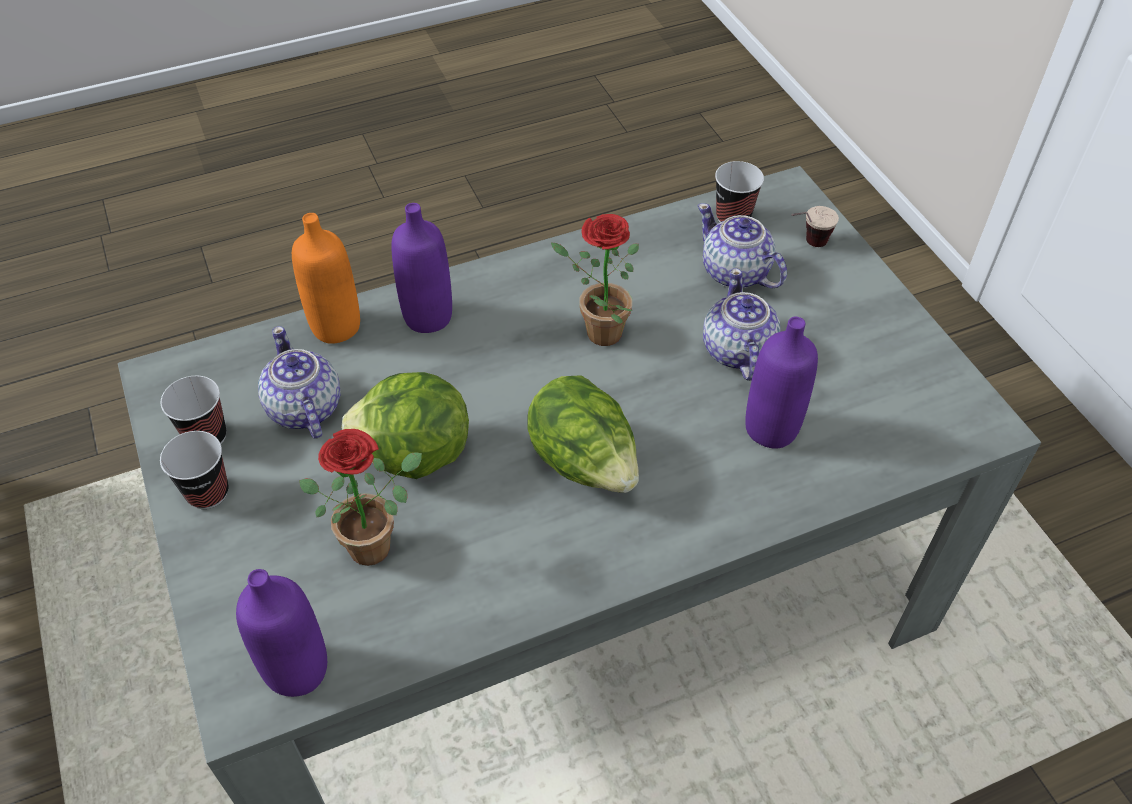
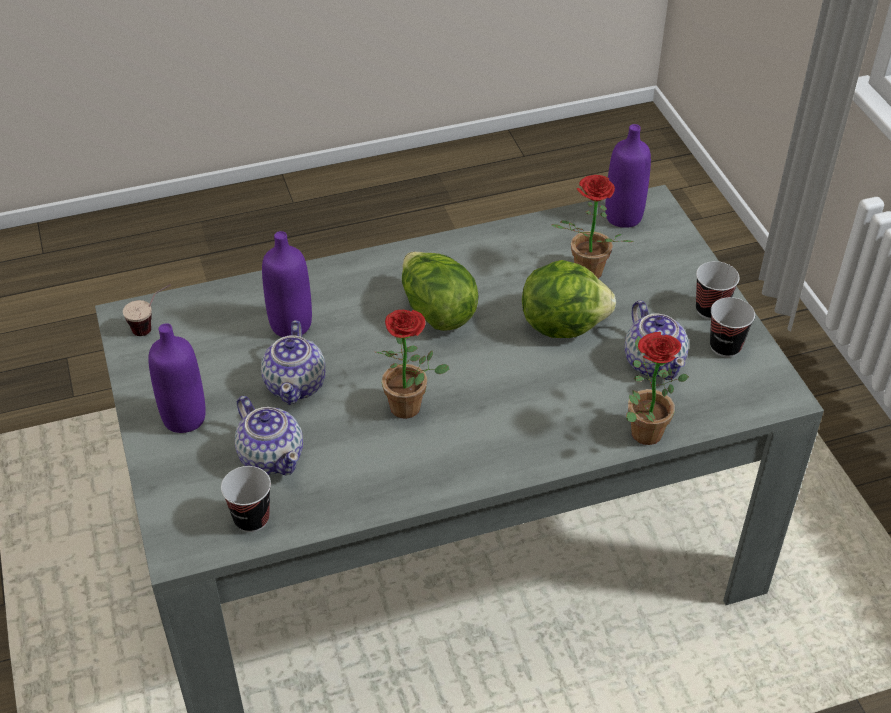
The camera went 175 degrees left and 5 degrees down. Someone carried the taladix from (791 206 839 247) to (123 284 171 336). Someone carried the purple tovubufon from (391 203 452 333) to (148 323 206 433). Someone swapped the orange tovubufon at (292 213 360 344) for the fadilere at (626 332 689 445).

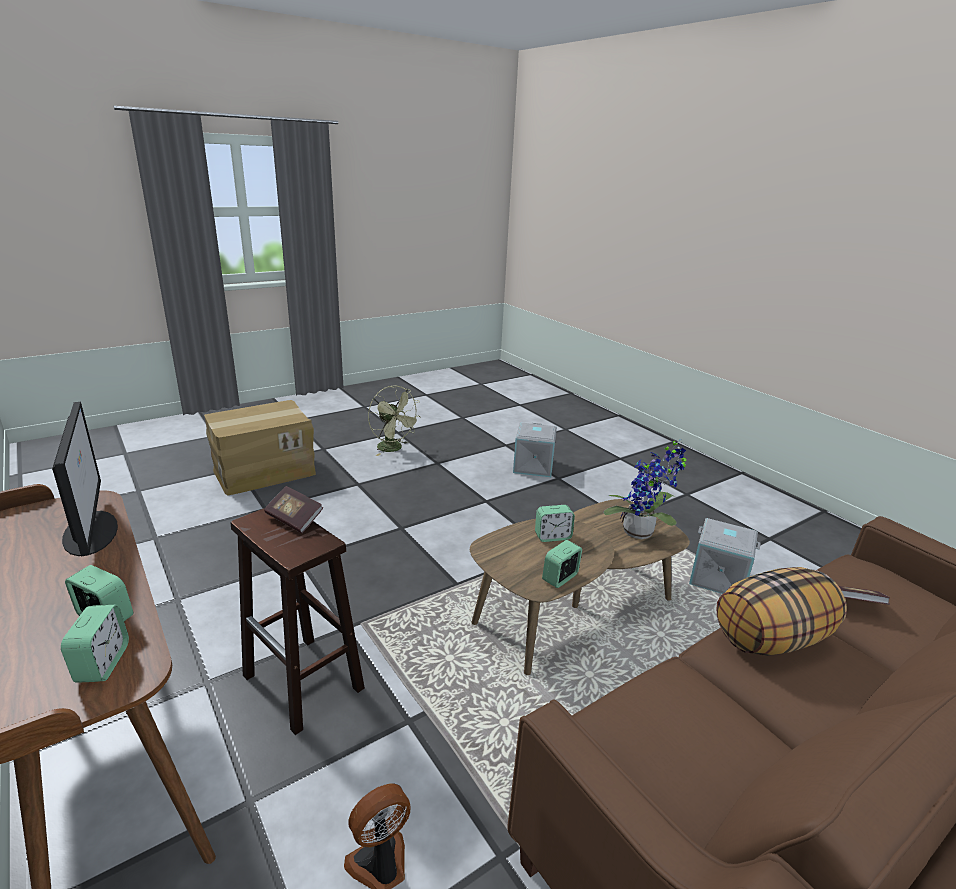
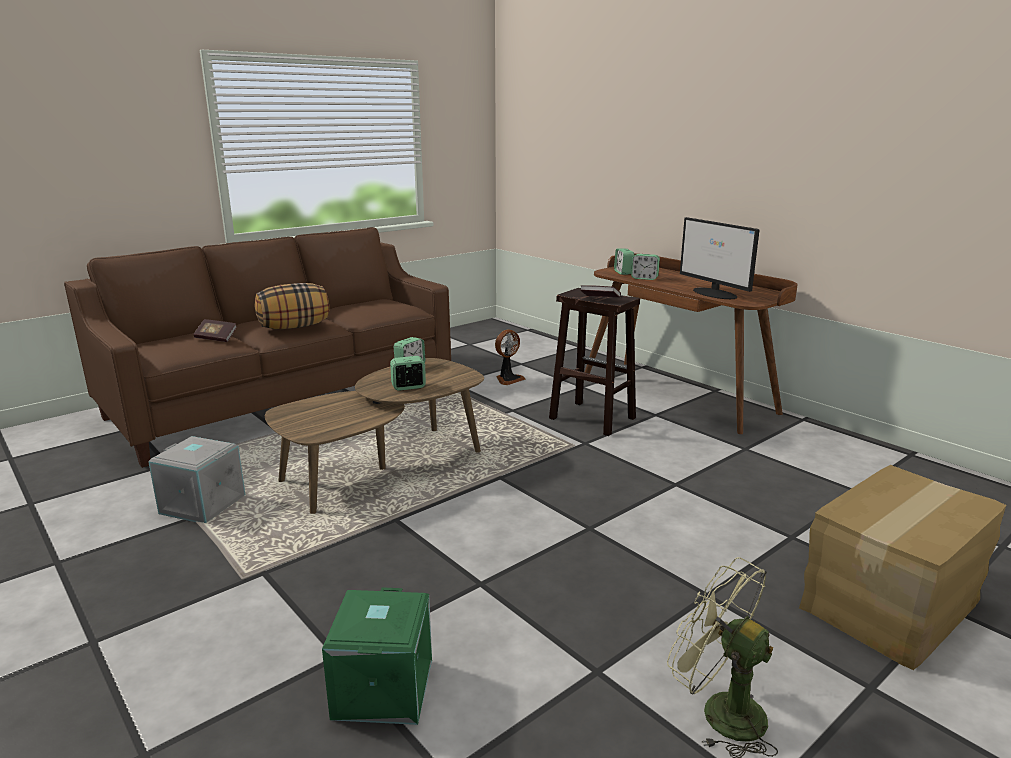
The camera went 175 degrees right and 5 degrees down. Someone repainted the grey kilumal at (513 423 557 477), which became the green kilumal at (322 587 432 725). Someone took away the fadilere at (604 439 686 539).

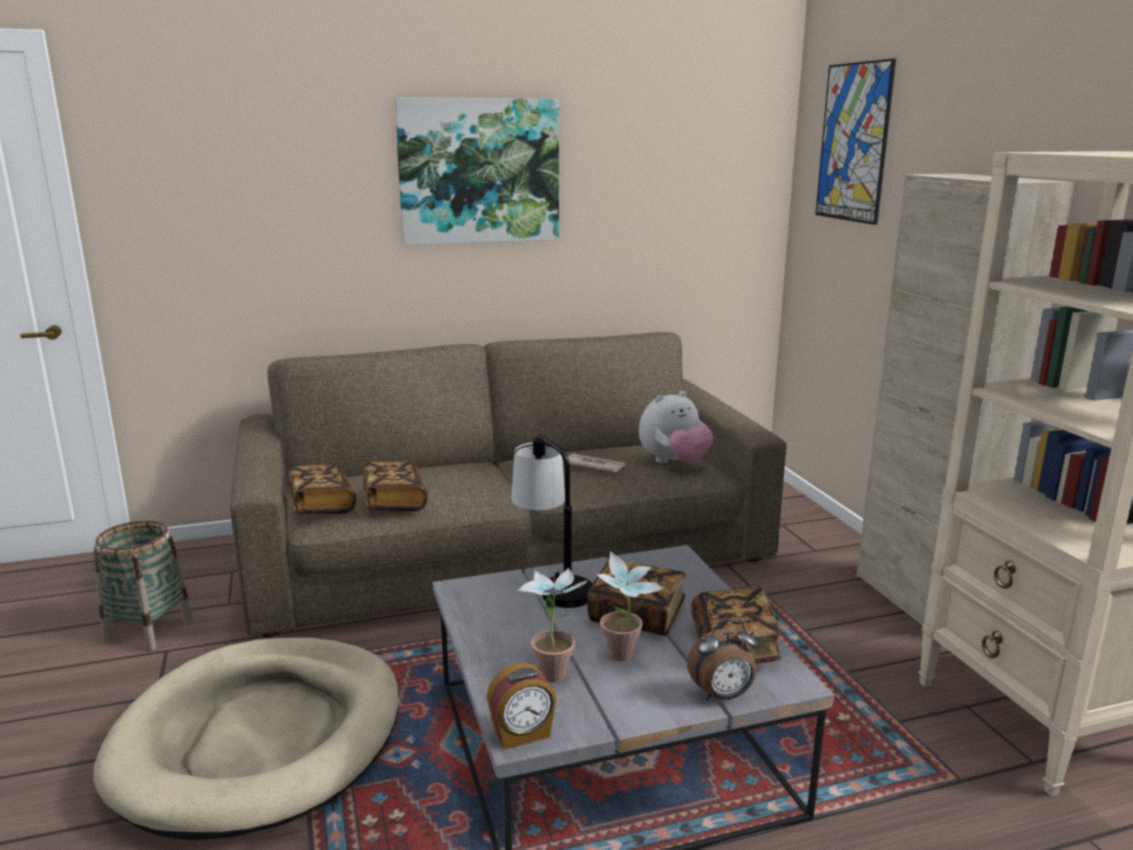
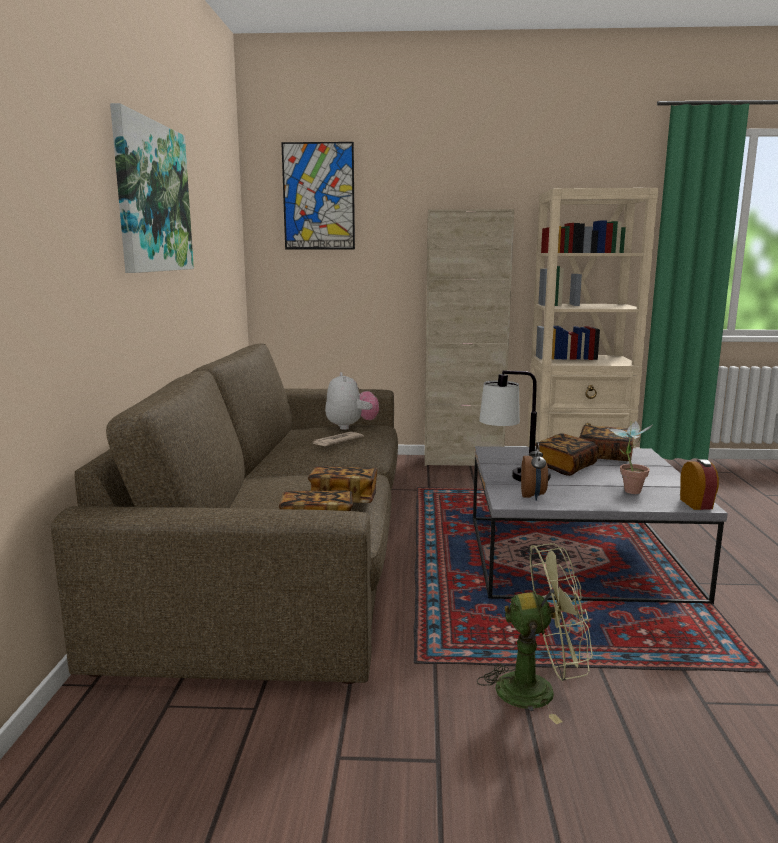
The camera went 70 degrees left and 5 degrees down. Someone swapped the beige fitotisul at (93 638 399 840) for the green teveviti at (477 543 593 724). Someone carried the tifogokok from (687 618 757 700) to (521 442 548 501). Someone took away the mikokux at (94 520 193 651). Someone took away the fadilere at (596 551 665 661).

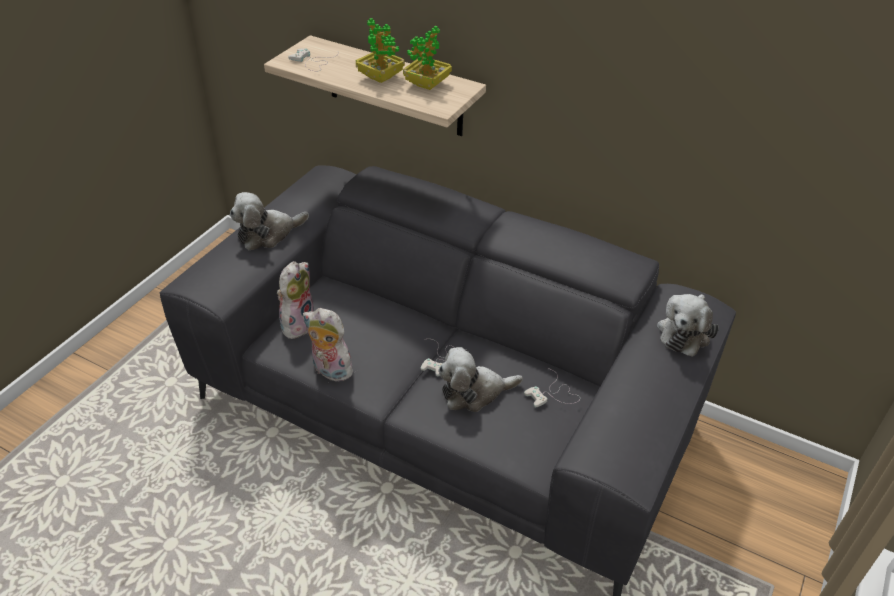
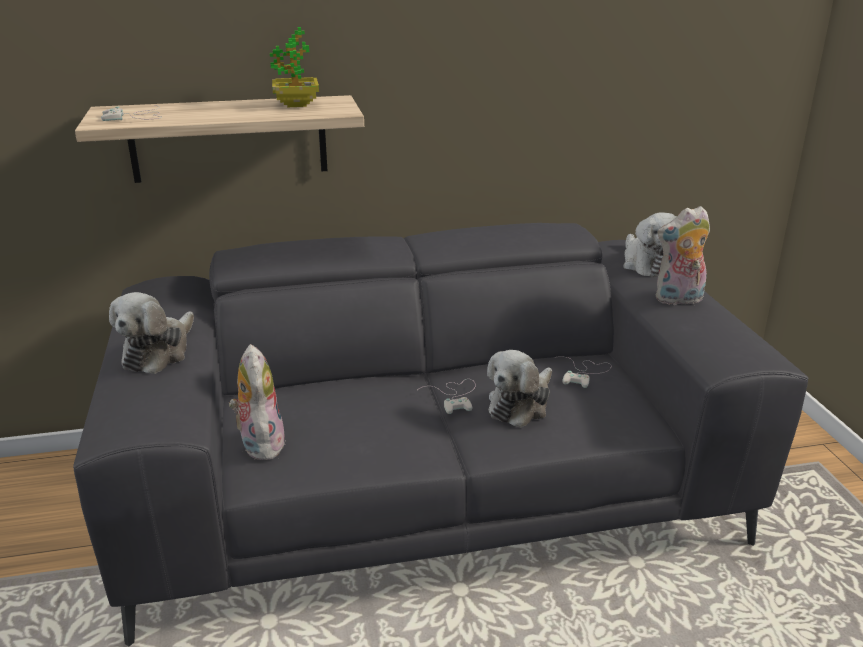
The camera went 40 degrees left and 15 degrees down. Someone carried the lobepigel from (303 308 353 381) to (656 206 710 305). Someone took away the fadilere at (356 18 405 83).

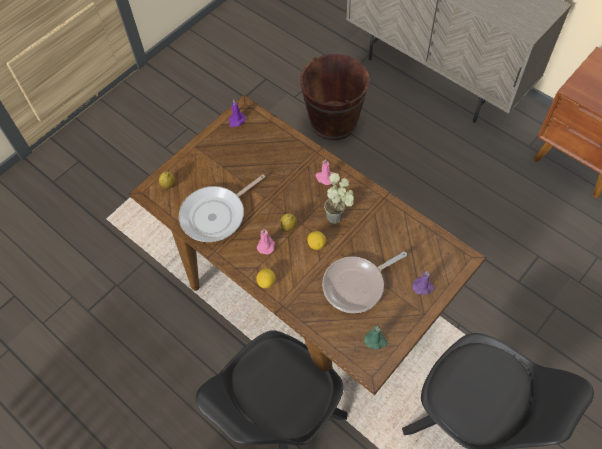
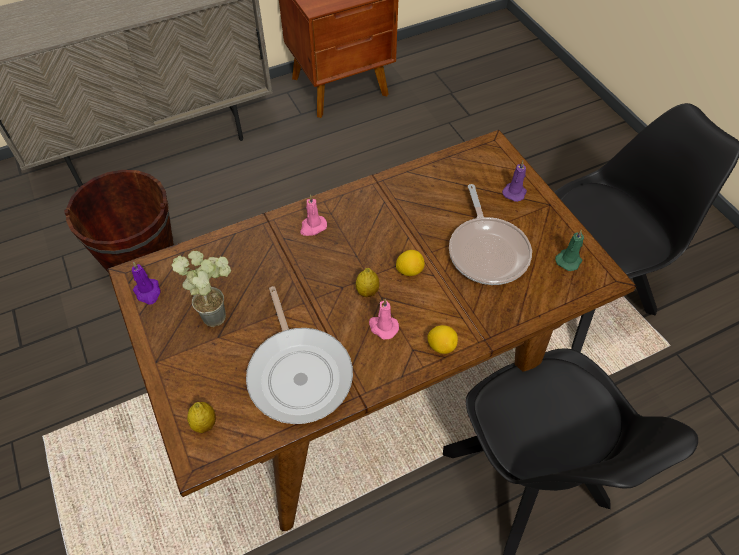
The camera went 70 degrees left and 5 degrees down. Someone carried the fadilere from (324 173 354 224) to (172 251 231 327).

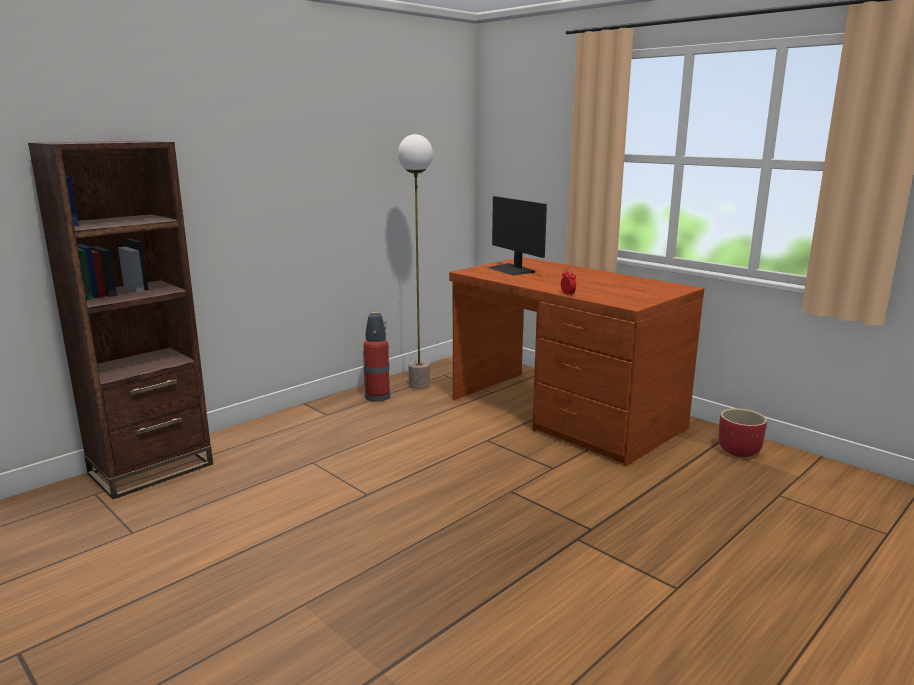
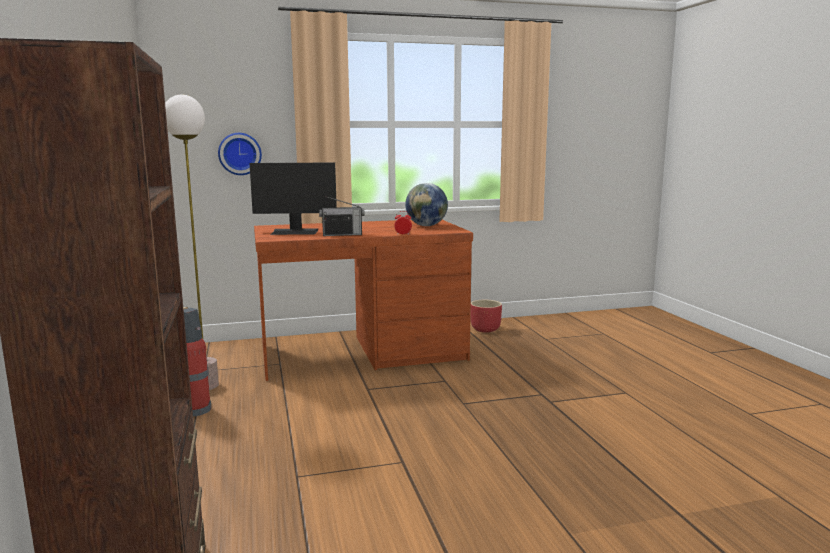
The camera went 60 degrees left and 5 degrees down. Someone put up the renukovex at (218 133 262 175). Someone put down the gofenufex at (319 196 364 236). Someone put down the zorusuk at (405 183 448 226).

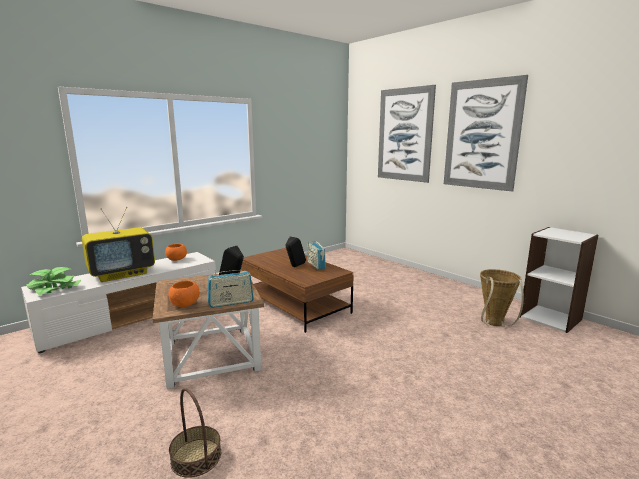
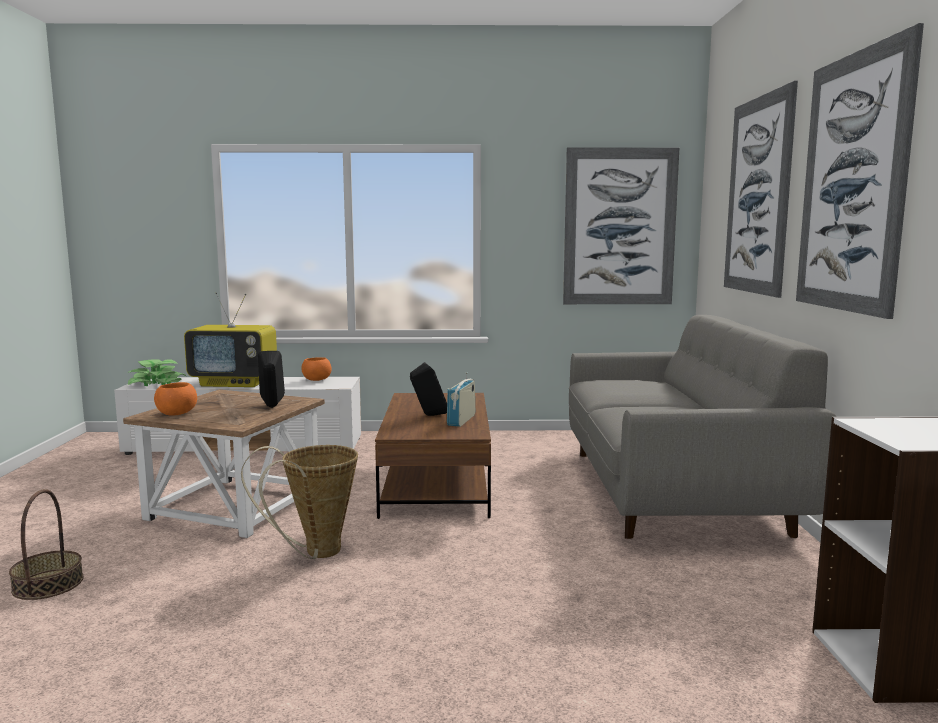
The camera went 40 degrees right and 5 degrees down. Someone carried the mikokux from (480 269 524 326) to (241 445 358 559). Someone put up the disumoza at (563 147 679 304). Someone put down the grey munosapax at (569 315 836 539). Someone took away the gofenufex at (207 270 254 308).

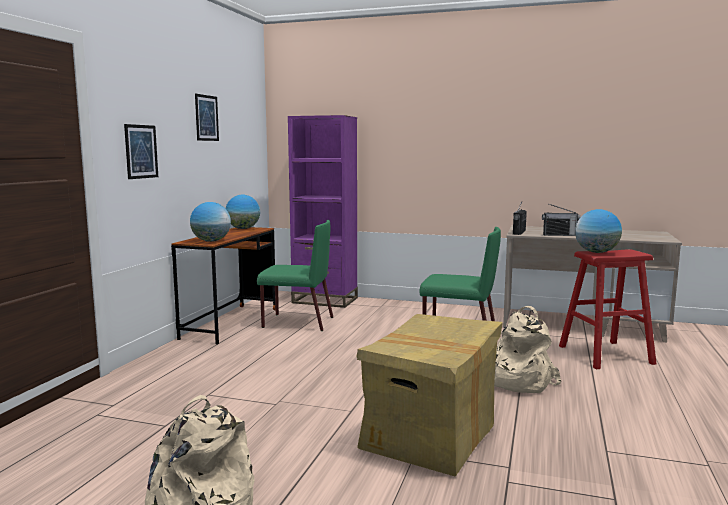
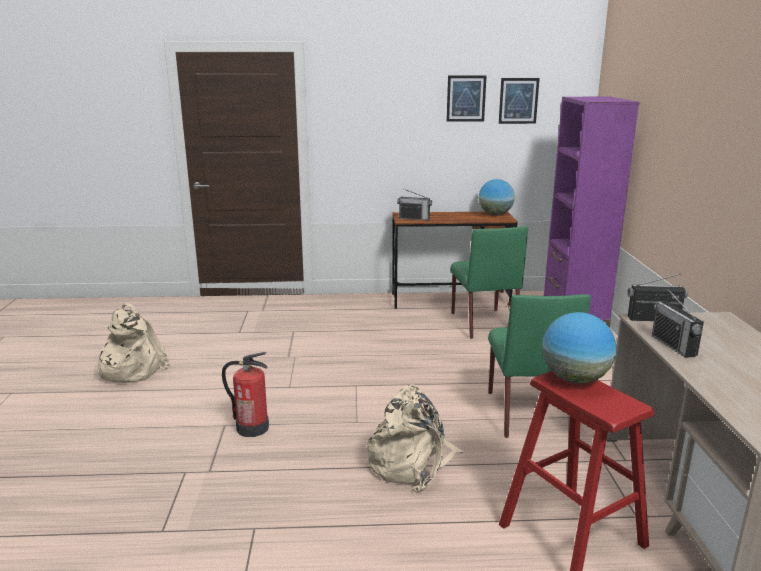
The camera went 70 degrees right and 10 degrees up. Someone swapped the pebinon at (356 314 503 476) for the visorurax at (222 352 269 437). Someone swapped the zorusuk at (190 202 231 242) for the gofenufex at (397 189 432 221). Someone carried the disumoza from (124 124 158 179) to (499 78 540 124).

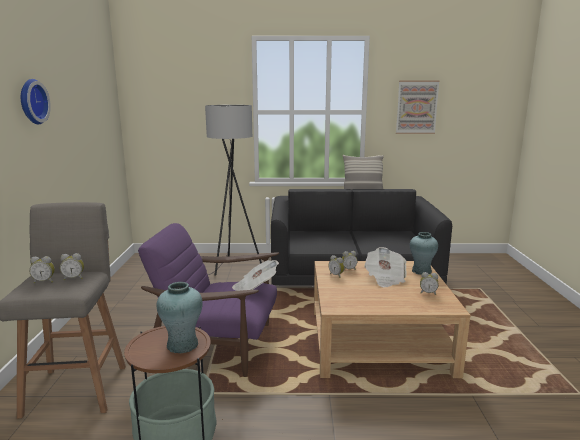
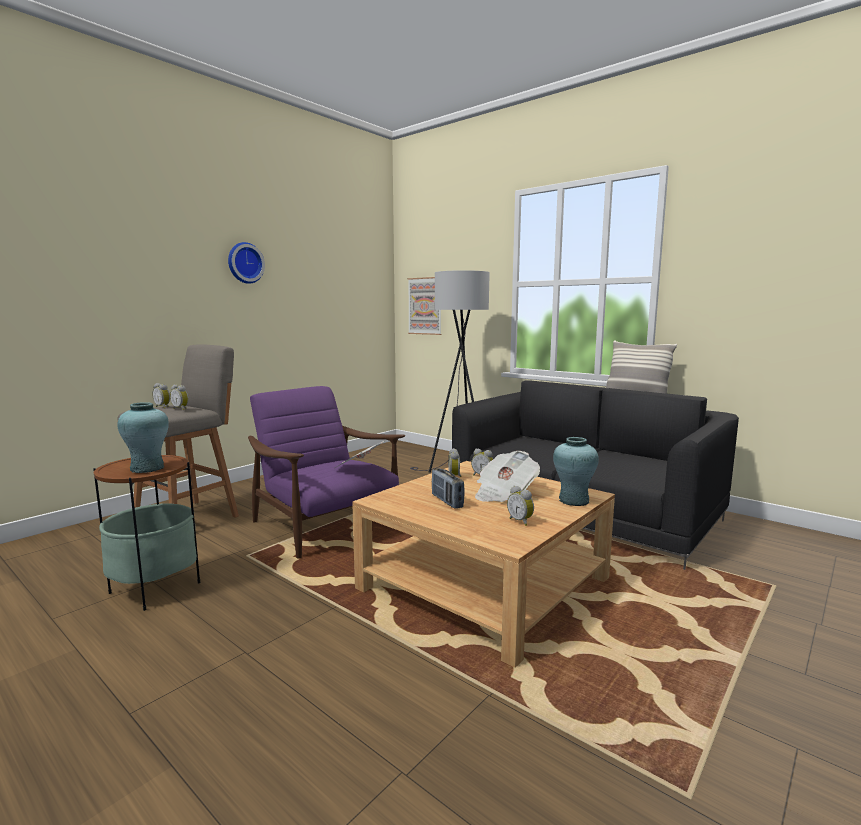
The camera went 40 degrees right and 5 degrees down. Someone carried the disumoza from (396 81 440 134) to (408 277 441 335). Someone put down the gofenufex at (432 468 465 509).

